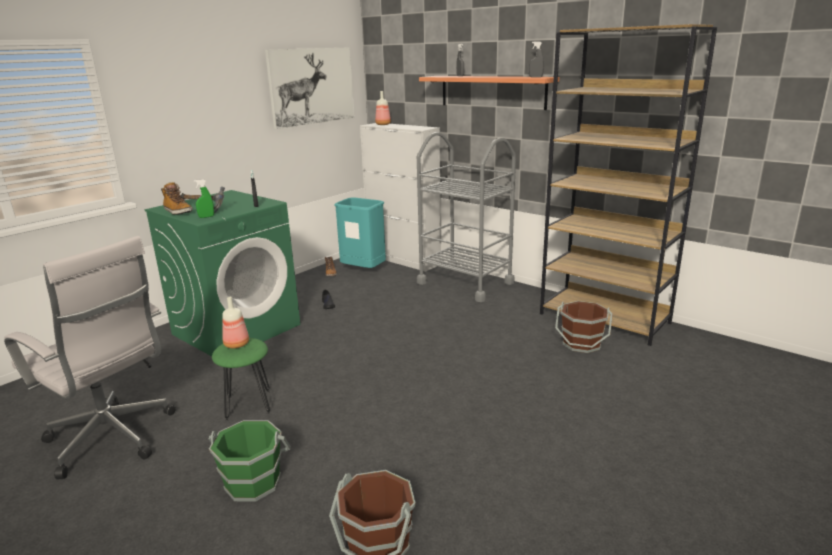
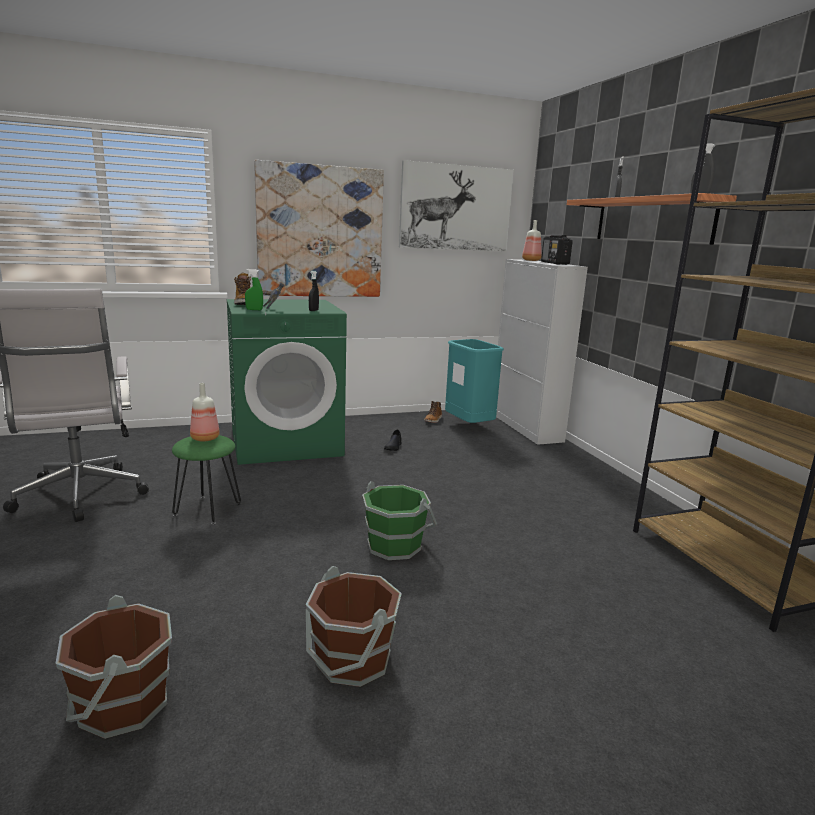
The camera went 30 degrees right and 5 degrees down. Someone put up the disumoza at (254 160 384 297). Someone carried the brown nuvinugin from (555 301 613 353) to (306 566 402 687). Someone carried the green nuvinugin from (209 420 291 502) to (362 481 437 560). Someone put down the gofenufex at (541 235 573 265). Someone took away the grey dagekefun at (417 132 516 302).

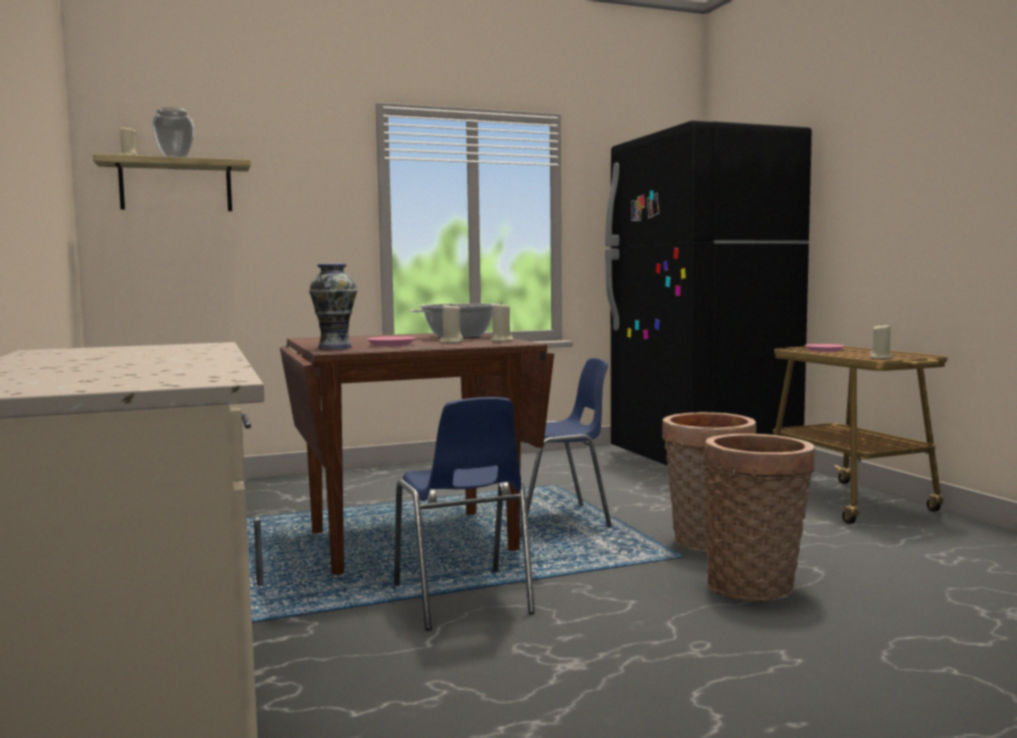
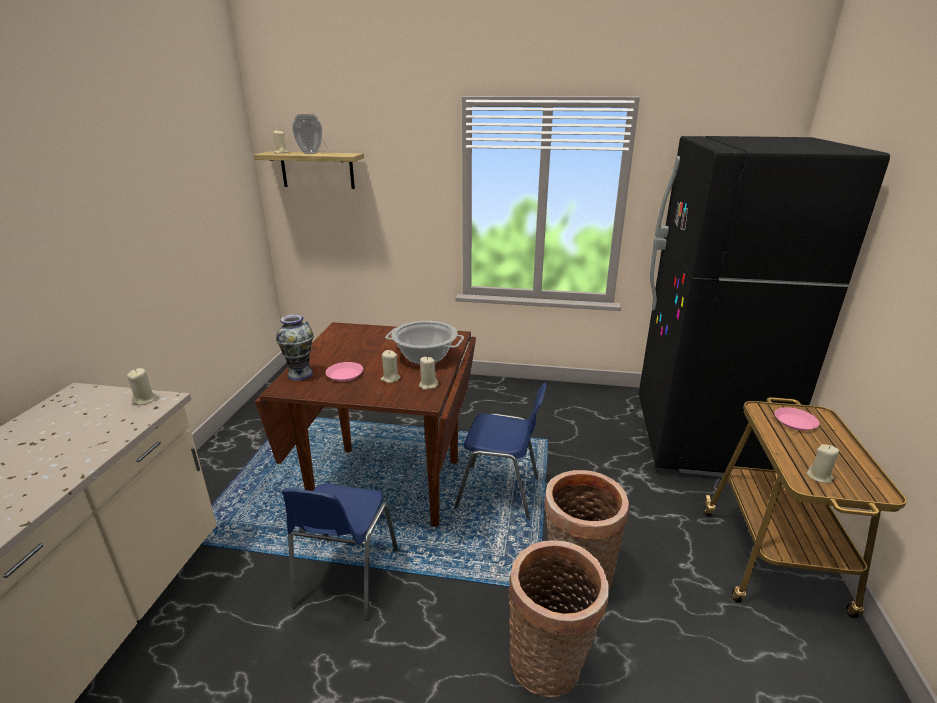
The camera went 30 degrees right and 20 degrees up. Someone put down the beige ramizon at (127 368 157 405).

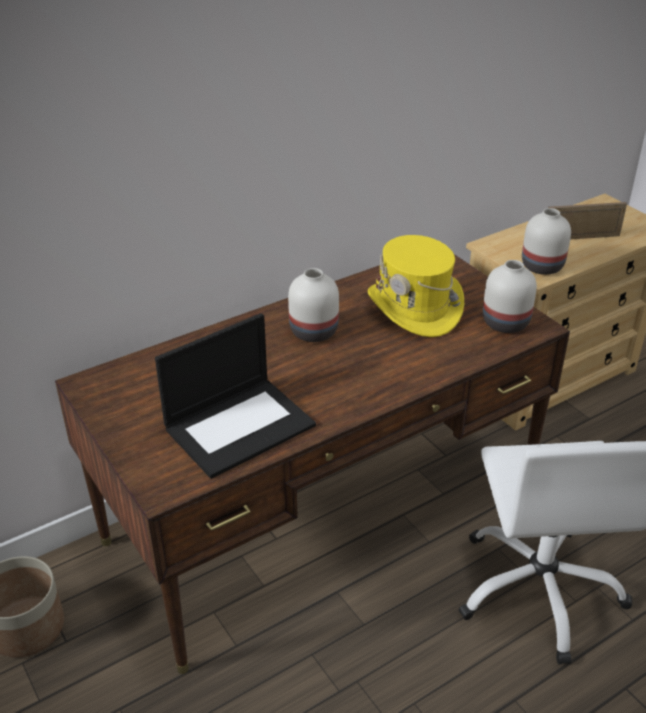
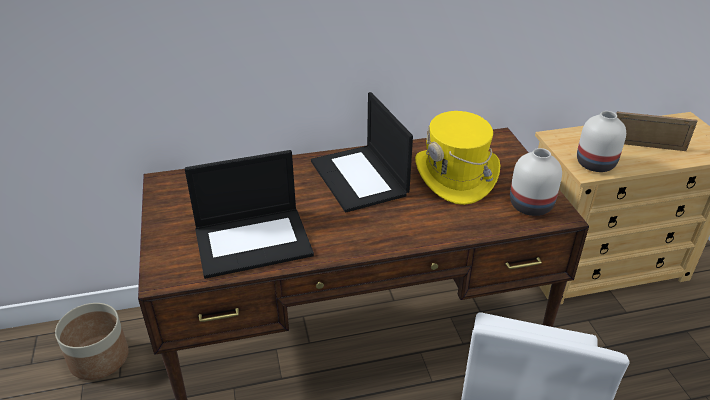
The camera went 20 degrees right and 0 degrees up. Someone swapped the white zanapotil at (288 268 339 342) for the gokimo at (311 92 413 212).

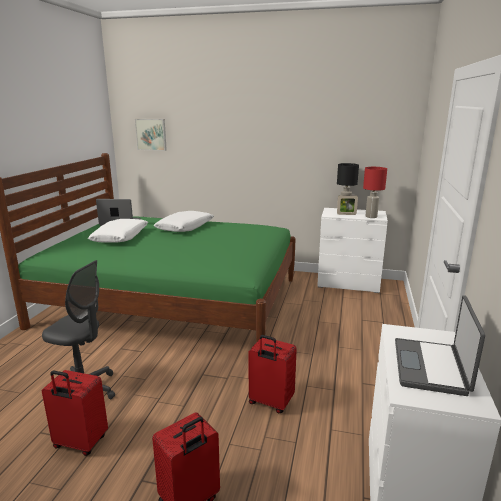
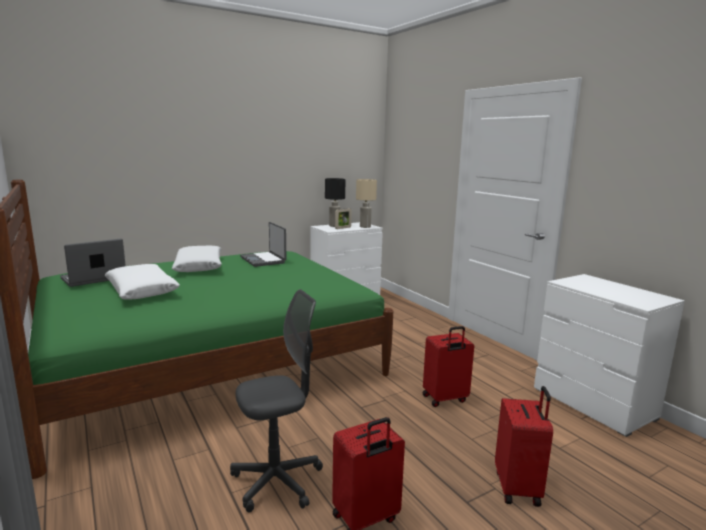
The camera went 45 degrees left and 5 degrees down. Someone carried the gokimo from (395 295 485 396) to (240 222 286 267). Someone repainted the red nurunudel at (363 167 387 218), which became the beige nurunudel at (356 179 377 228). Someone took away the disumoza at (135 119 167 151).

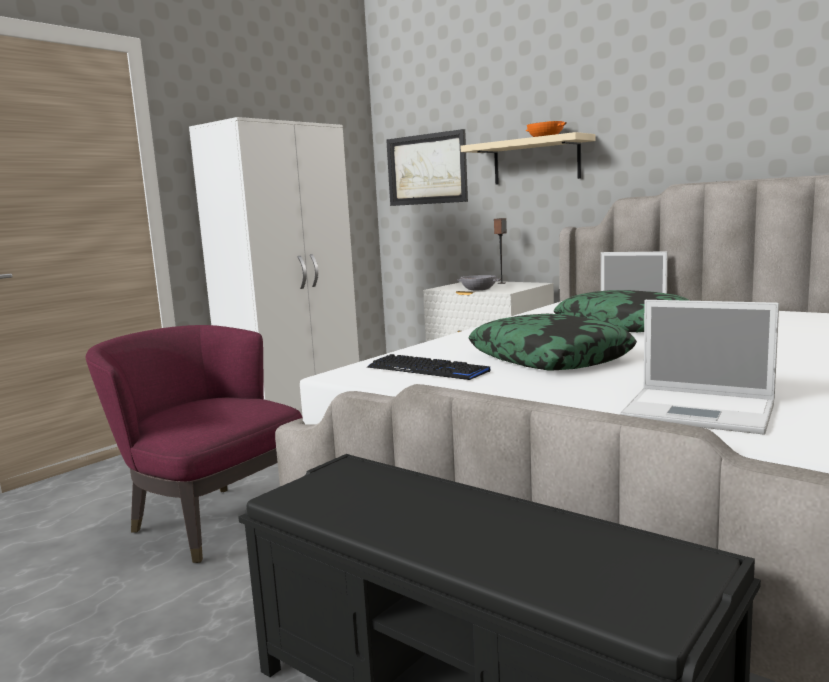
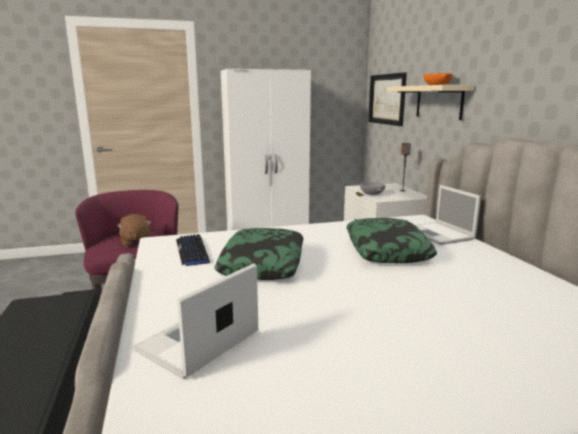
The camera went 35 degrees right and 5 degrees up. Someone put down the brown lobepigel at (117 214 151 247). Someone rotated the gokimo at (620 300 779 435) by 60 degrees clockwise.

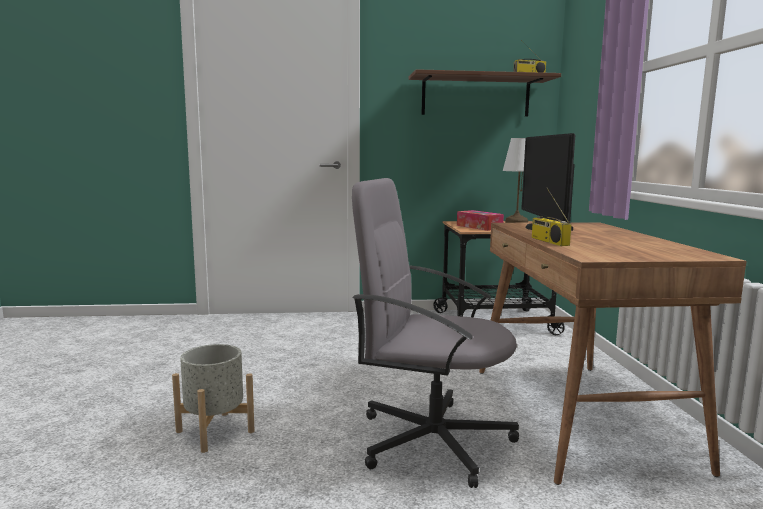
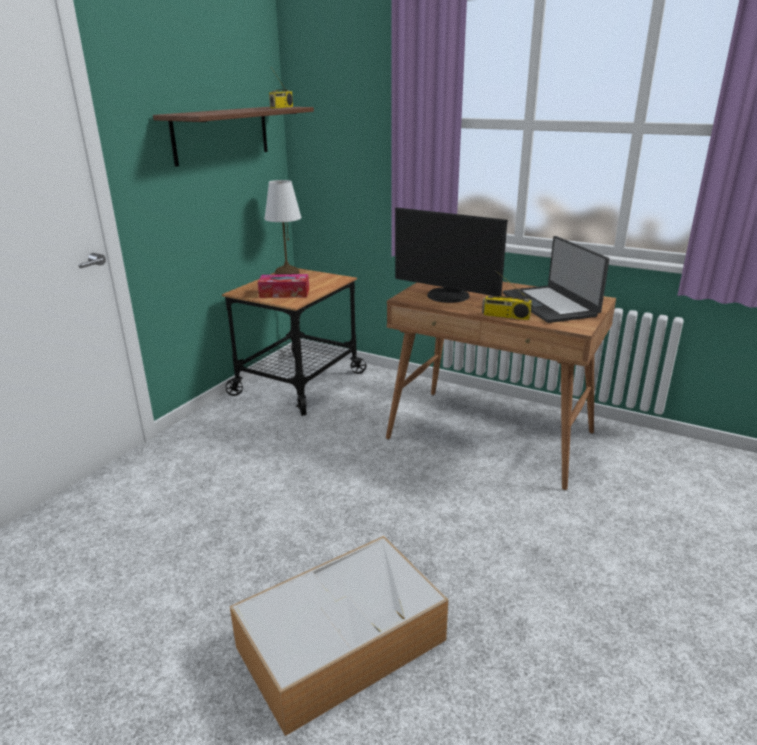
The camera went 55 degrees left and 15 degrees up. Someone swapped the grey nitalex at (172 344 255 453) for the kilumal at (230 536 448 736). Someone put down the gokimo at (503 236 609 323). Someone took away the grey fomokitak at (352 178 519 488).

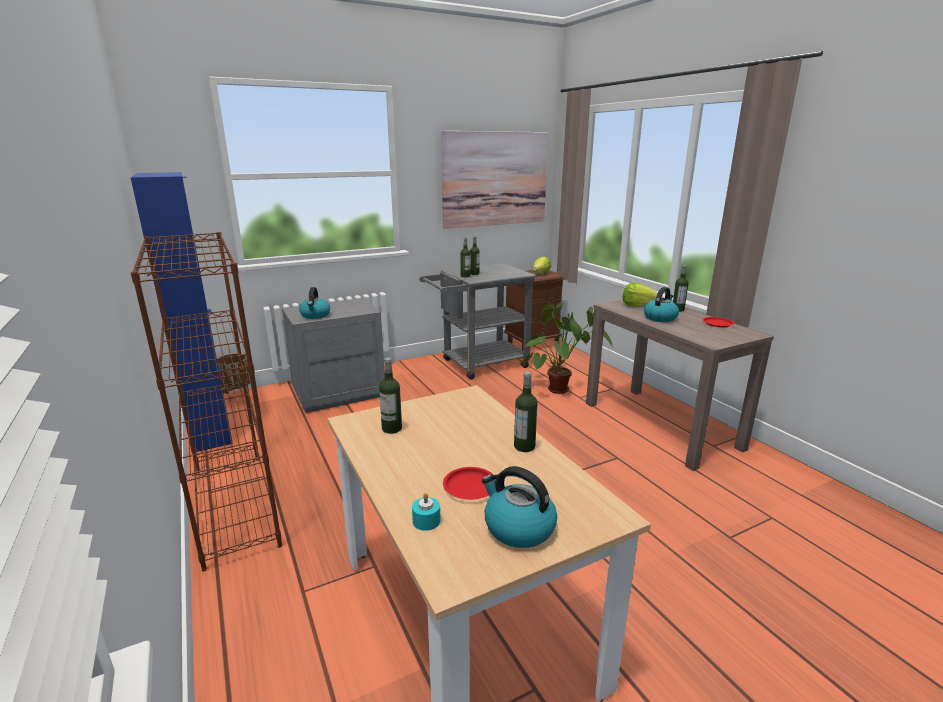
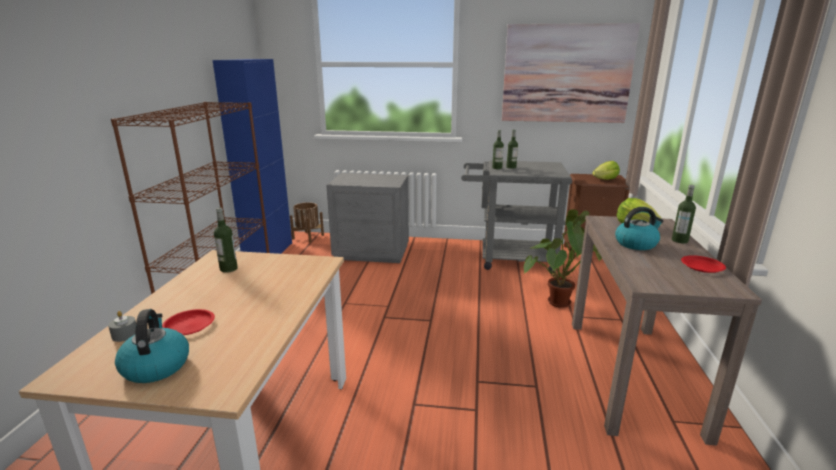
The camera went 35 degrees right and 0 degrees up. Someone repainted the turquoise ramizon at (412 493 440 531), which became the grey ramizon at (108 311 136 342). Someone took away the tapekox at (299 287 330 319). Someone took away the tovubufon at (514 372 537 452).

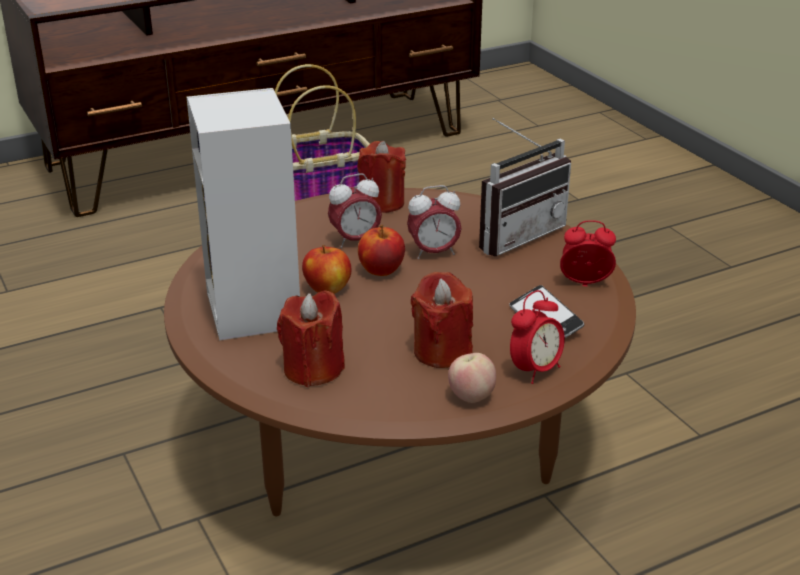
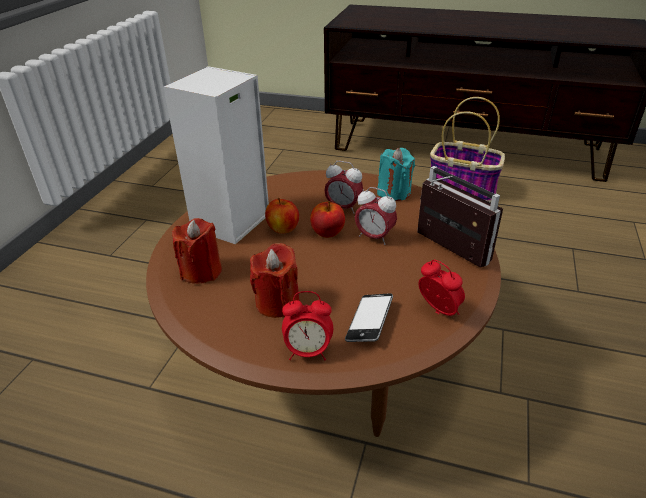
The camera went 45 degrees right and 5 degrees up. Someone repainted the red ramizon at (357 141 406 213), which became the turquoise ramizon at (377 148 415 201). Someone rotated the gofenufex at (479 118 571 257) by 135 degrees counterclockwise. Someone took away the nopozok at (448 353 496 403).

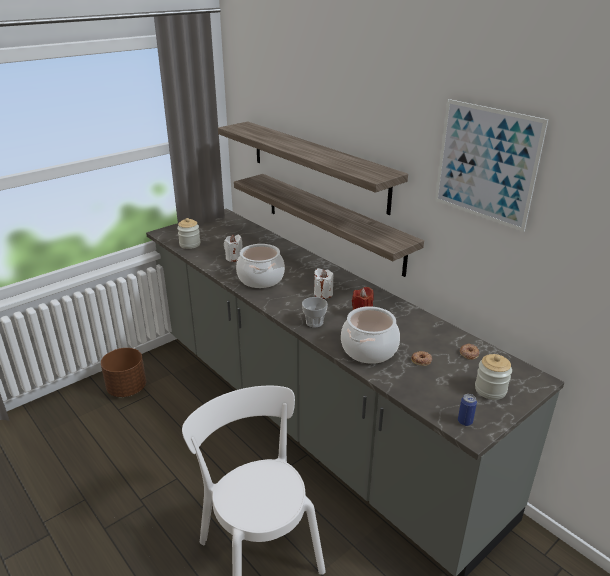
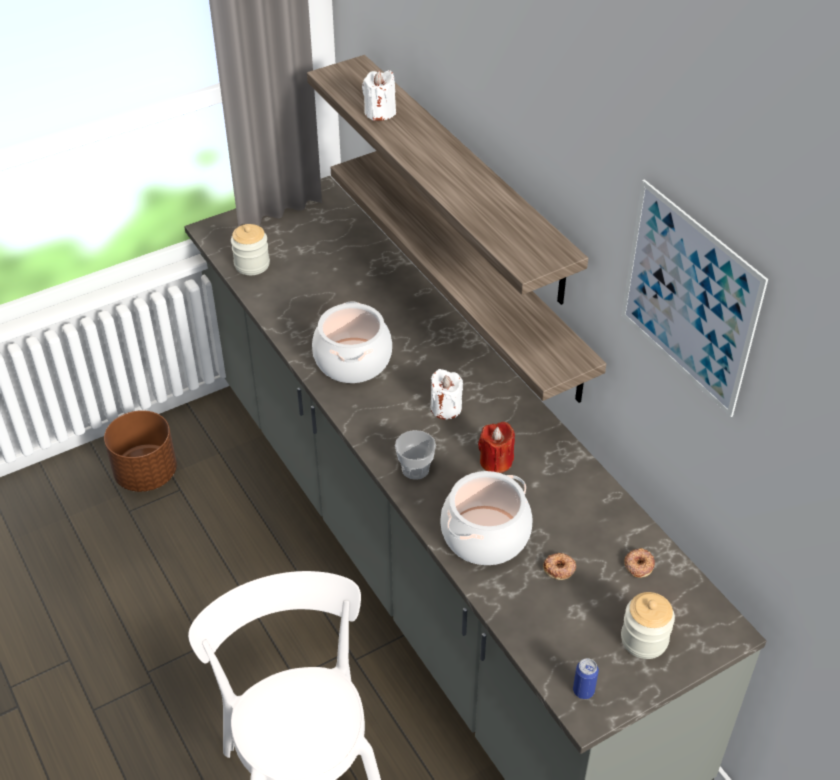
The camera went 10 degrees right and 15 degrees up. Someone carried the white ramizon from (224 235 242 262) to (362 70 396 121).

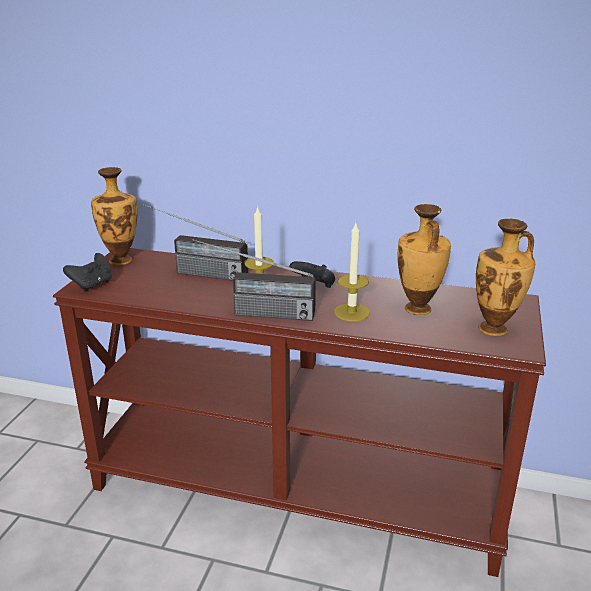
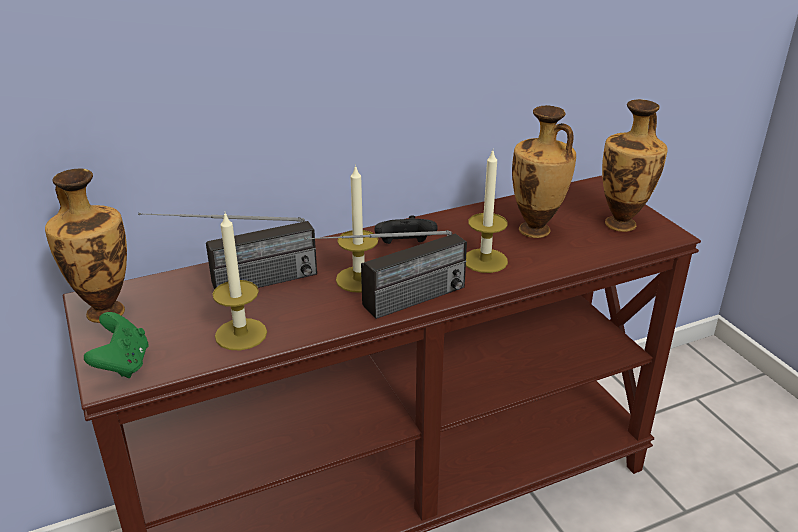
The camera went 40 degrees left and 5 degrees up. Someone repainted the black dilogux at (63 253 112 292), which became the green dilogux at (84 312 148 378). Someone put down the ramizon at (212 214 267 350).

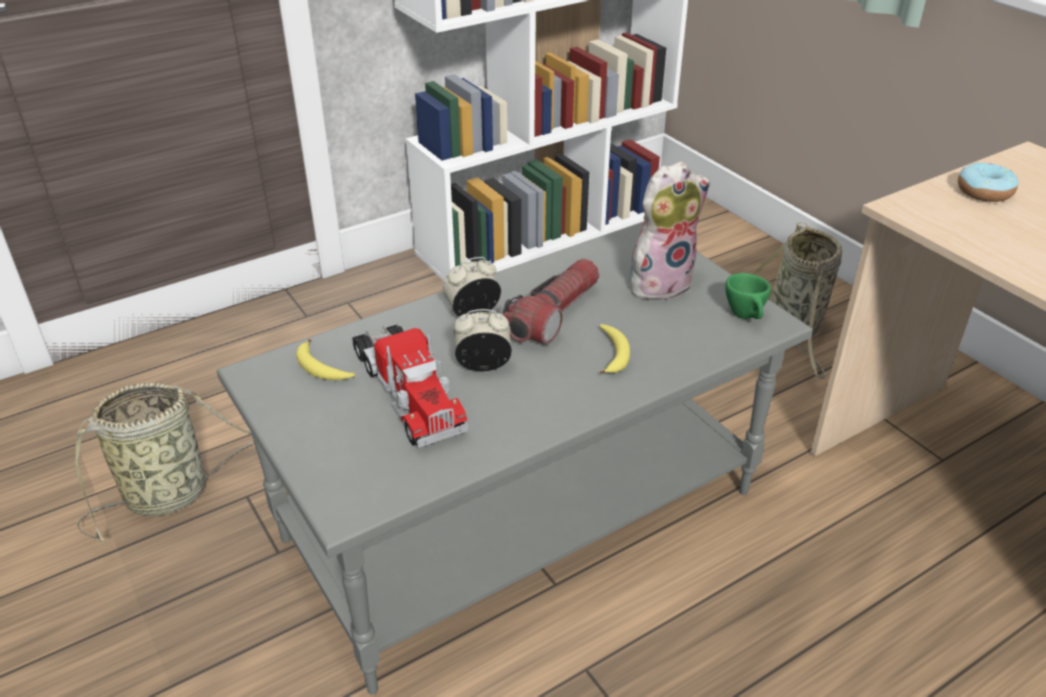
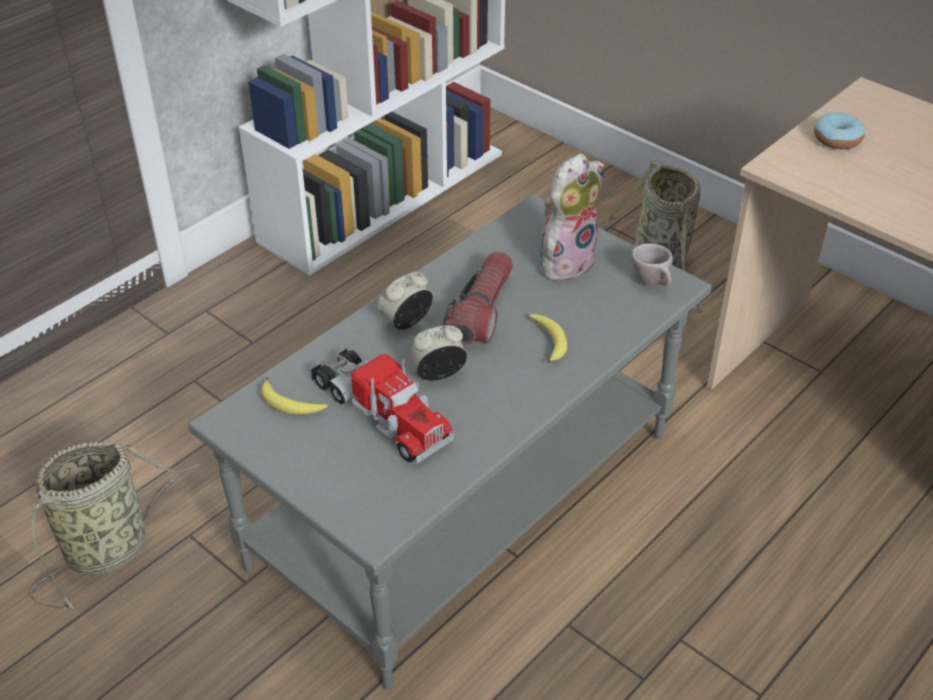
The camera went 15 degrees left and 5 degrees up. Someone repainted the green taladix at (726 273 771 319), which became the beige taladix at (632 243 673 286).

